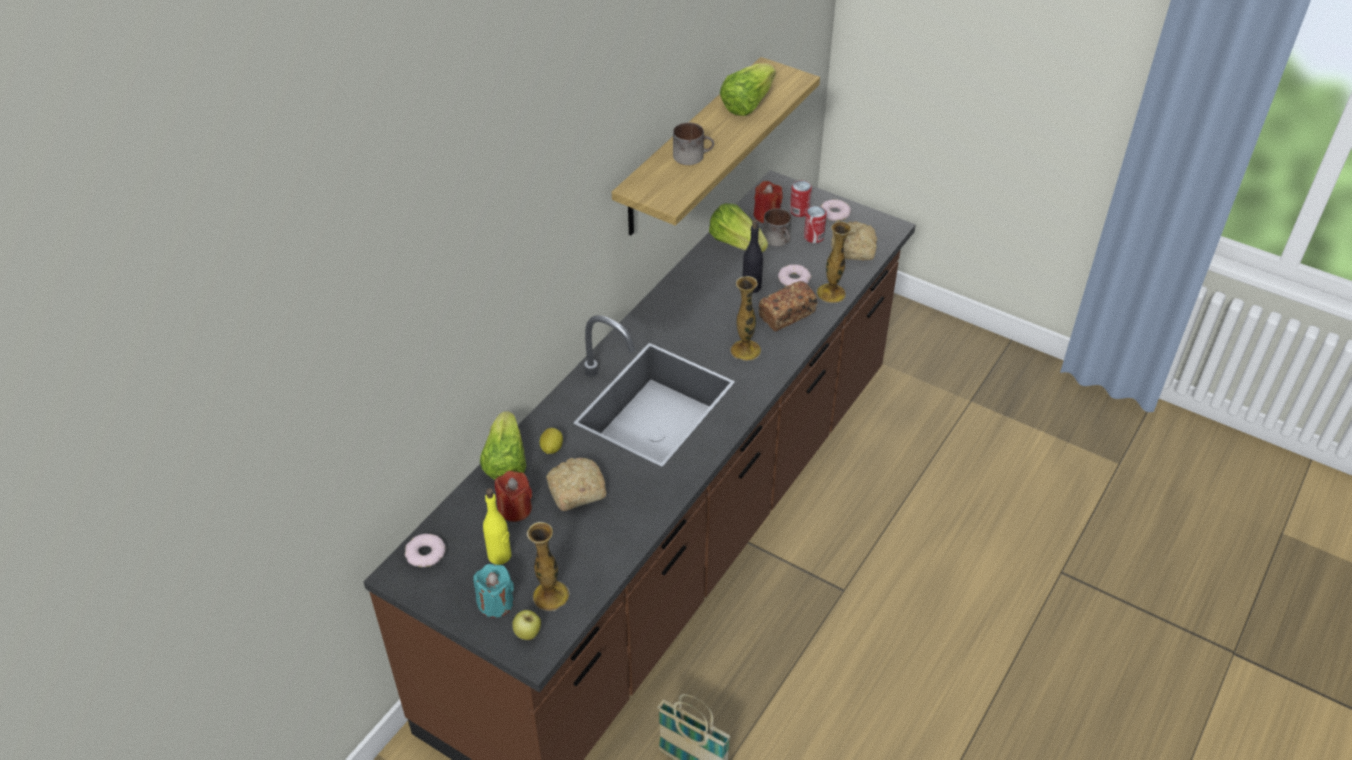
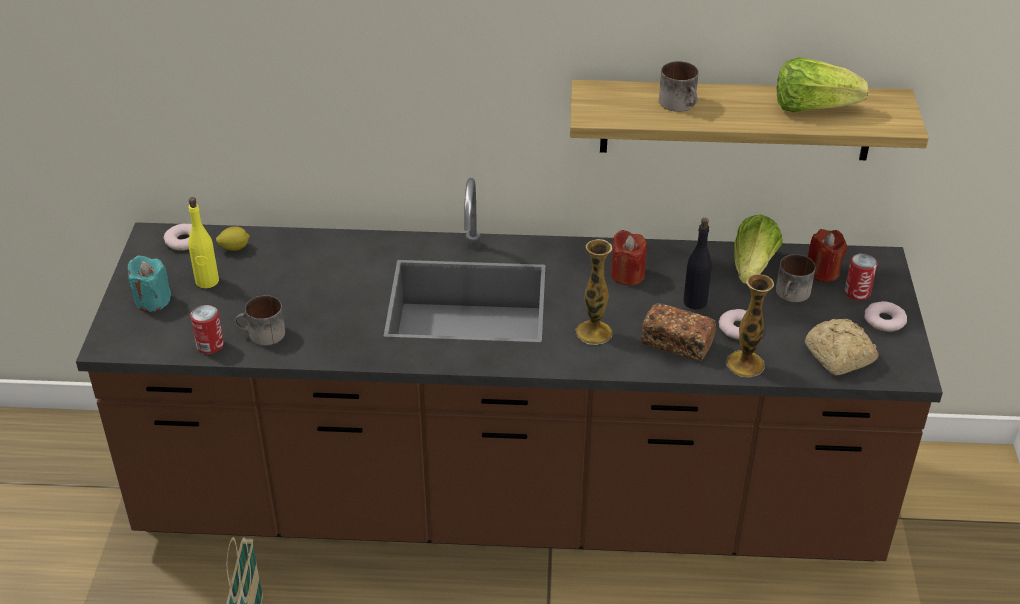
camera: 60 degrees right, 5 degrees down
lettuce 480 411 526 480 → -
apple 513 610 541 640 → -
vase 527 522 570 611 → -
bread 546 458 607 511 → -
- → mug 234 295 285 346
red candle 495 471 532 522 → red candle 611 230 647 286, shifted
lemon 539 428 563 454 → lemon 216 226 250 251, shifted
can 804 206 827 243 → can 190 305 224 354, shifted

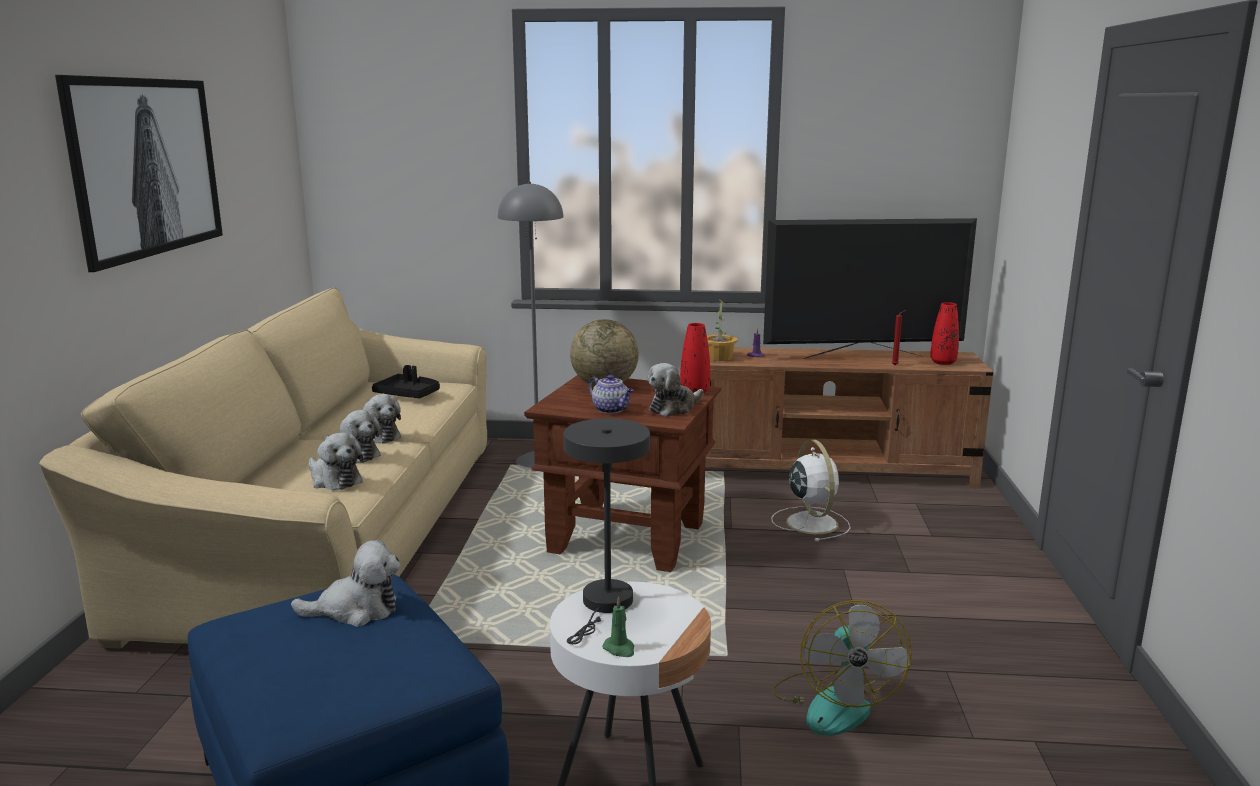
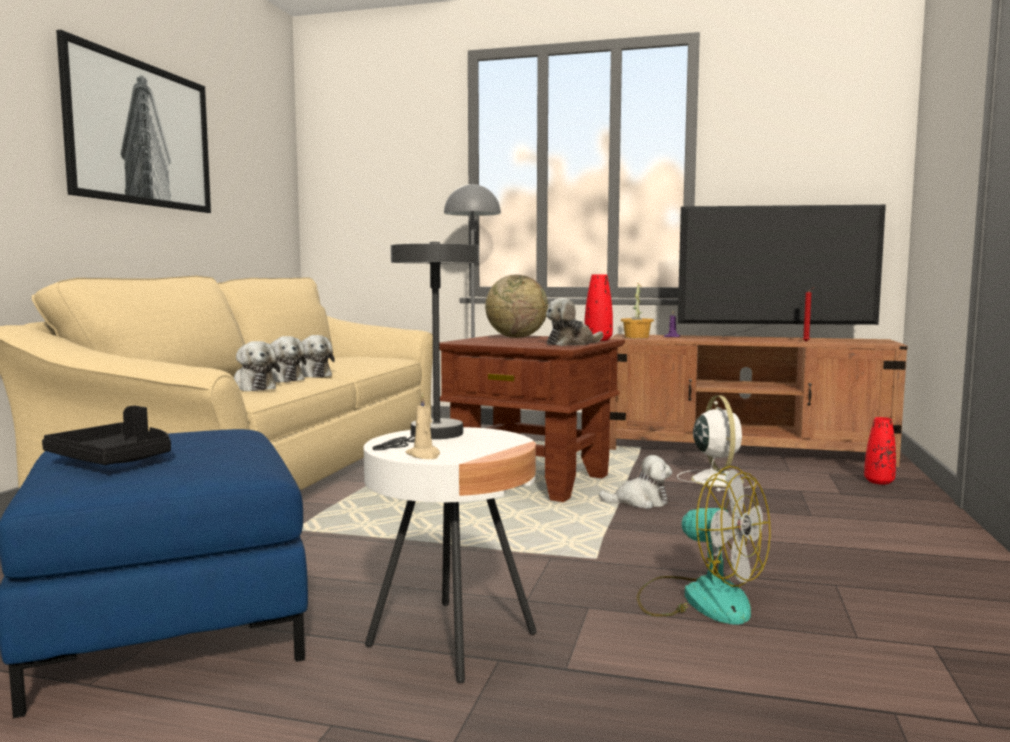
camera: 10 degrees right, 10 degrees down
teapot 588 375 633 414 → -
plush toy 291 540 401 627 → plush toy 599 455 672 509, shifted
black tray 372 365 440 398 → black tray 42 406 171 465, shifted
red vase 930 302 959 365 → red vase 864 417 896 485, shifted
green candle 602 597 634 657 → beige candle 406 393 440 459
fan 771 600 912 736 → fan 637 466 771 625, 60 degrees counterclockwise

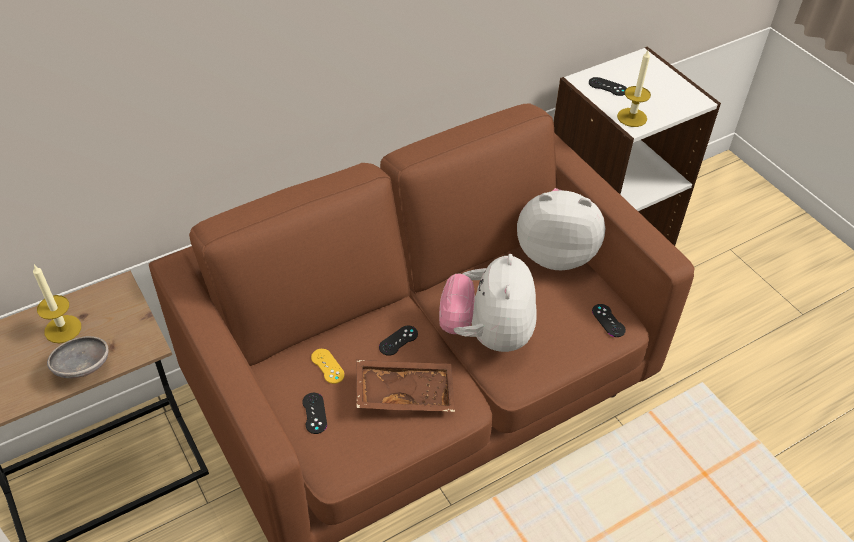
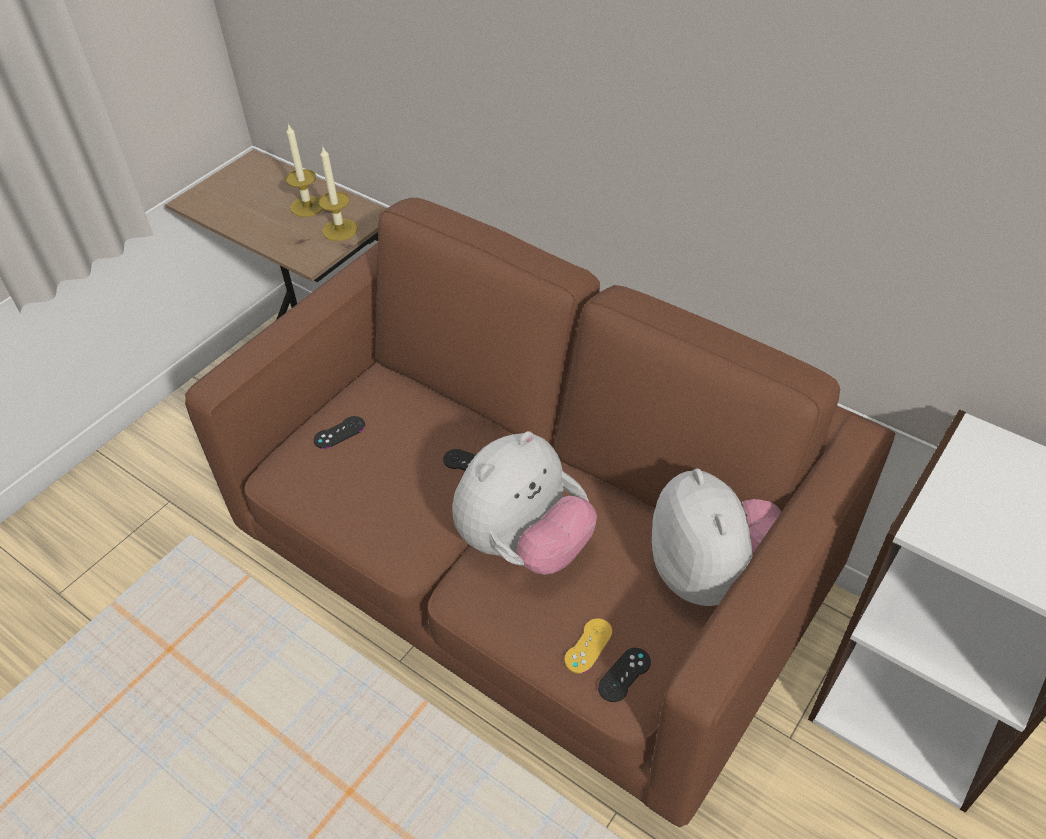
camera: 70 degrees right, 0 degrees up
grey bowl 47 336 109 378 → -
brown tray 357 360 455 412 → -
black game controller 589 77 627 96 → -
yellow game controller 311 349 345 384 → yellow game controller 565 618 613 673, shifted
candle 617 50 651 127 → candle 319 147 358 241, shifted
plush toy 439 254 537 352 → plush toy 452 431 597 575, 150 degrees clockwise

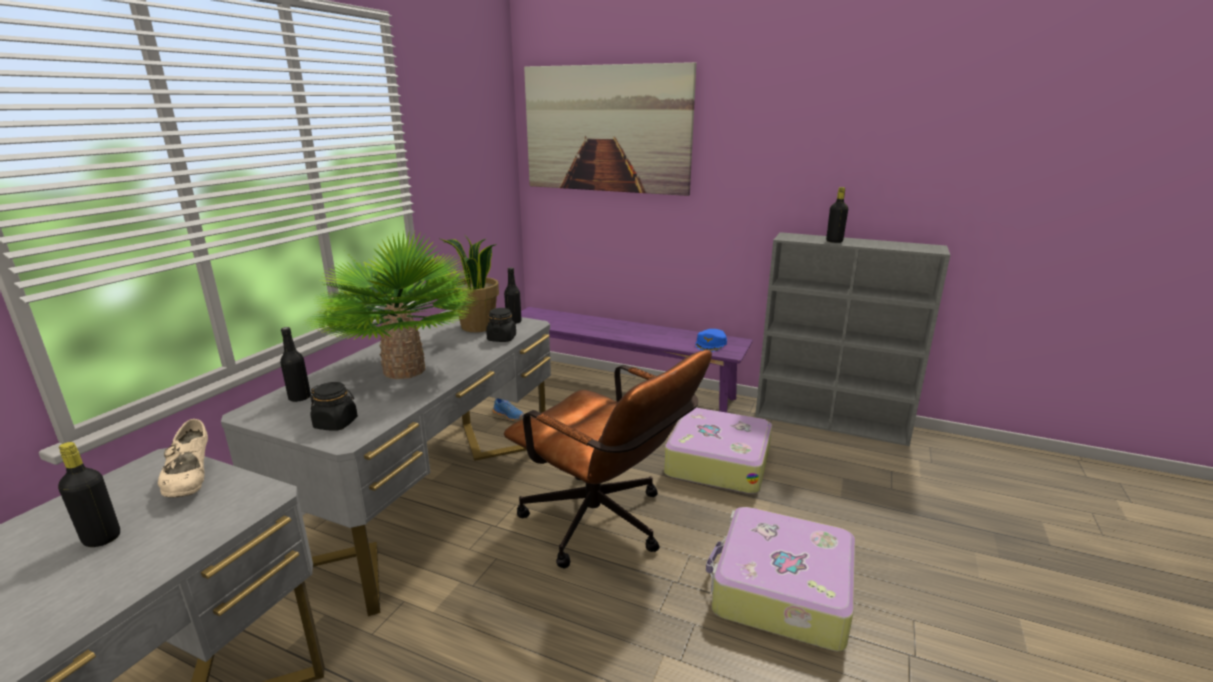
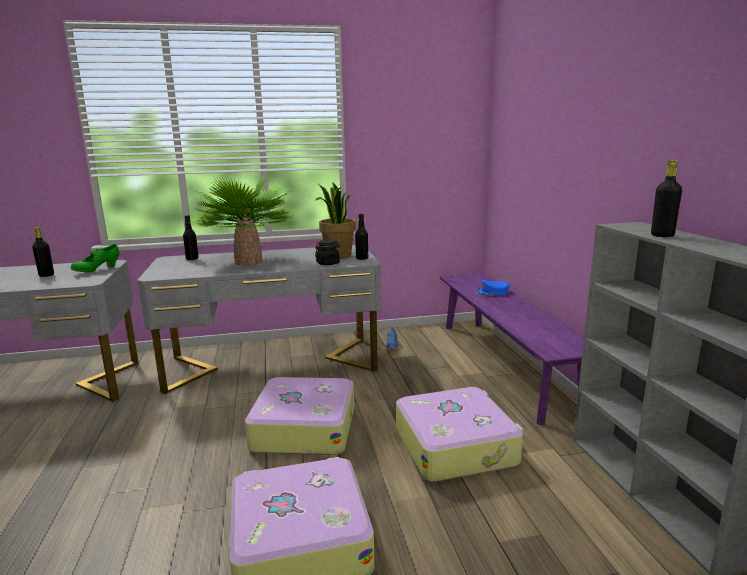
camera: 55 degrees right, 5 degrees down
black jar 310 382 358 431 → -
picture 524 62 696 196 → -
blue cap 696 329 727 352 → blue cap 474 280 510 296, shifted
brown office chair 504 350 712 569 → suitcase 245 377 354 455
beige shoe 158 419 208 498 → green shoe 70 244 119 272

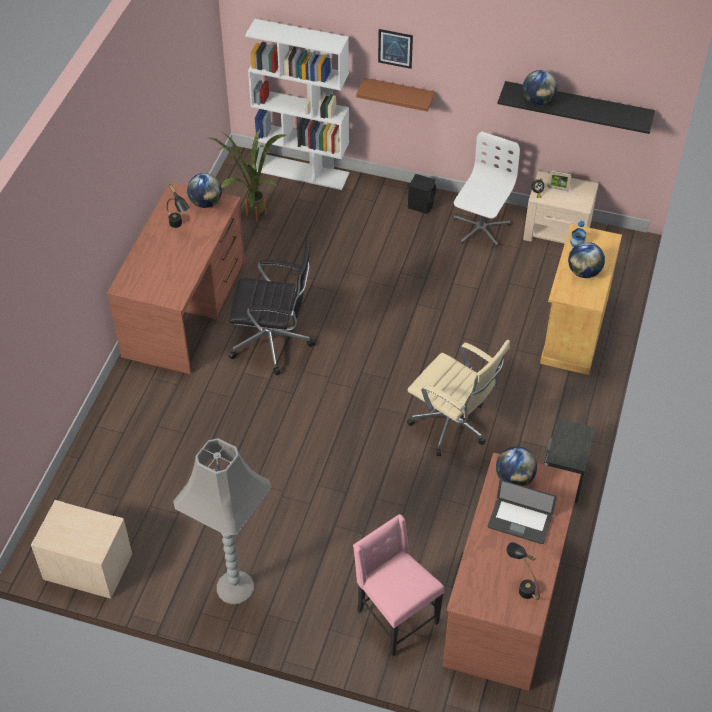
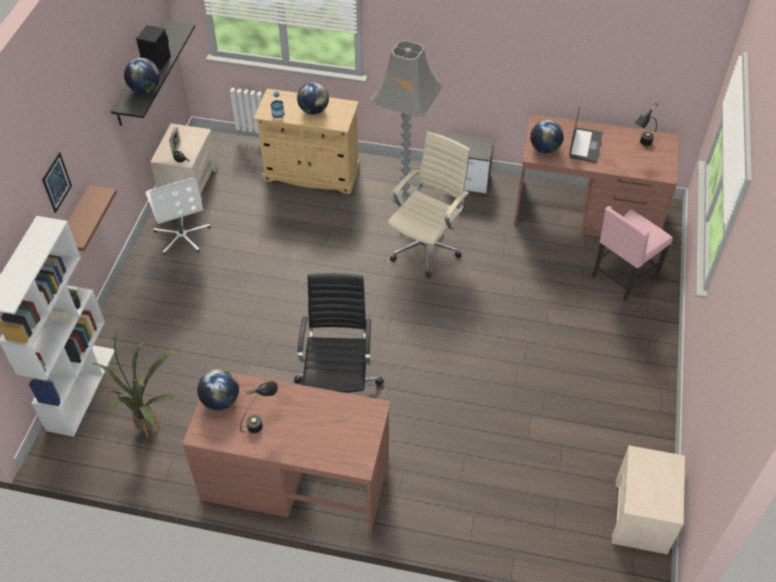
camera: 95 degrees left, 0 degrees up
grey floor lamp 173 438 271 604 → grey floor lamp 370 40 443 205, shifted
black speaker 408 174 436 214 → black speaker 136 25 171 70, shifted
white office chair 453 132 520 247 → white office chair 146 178 211 255, 135 degrees counterclockwise

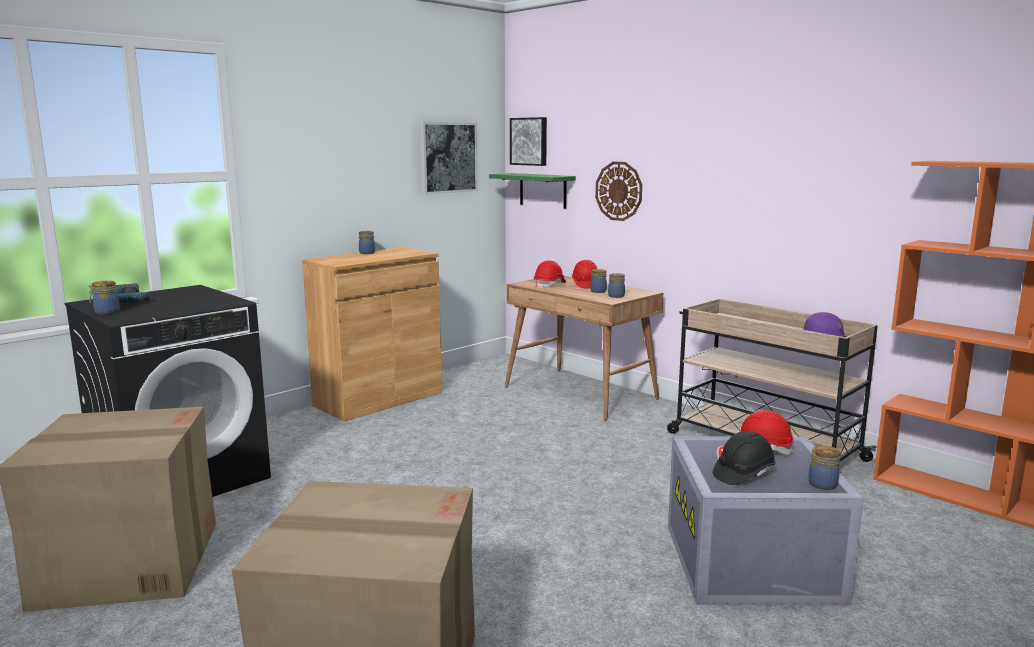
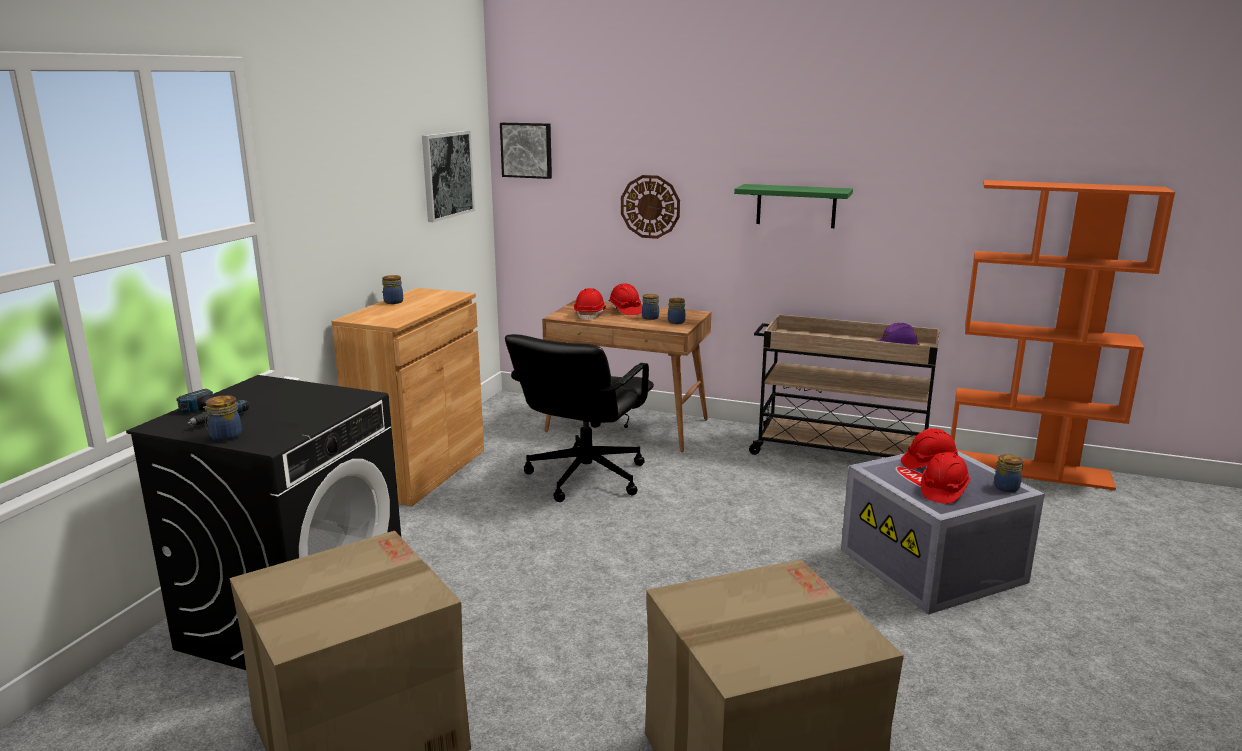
camera: 25 degrees left, 5 degrees up
- → black office chair 505 334 654 502
green shelf 489 173 576 209 → green shelf 734 184 853 228, shifted
black hard hat 713 431 776 485 → red hard hat 921 452 970 504

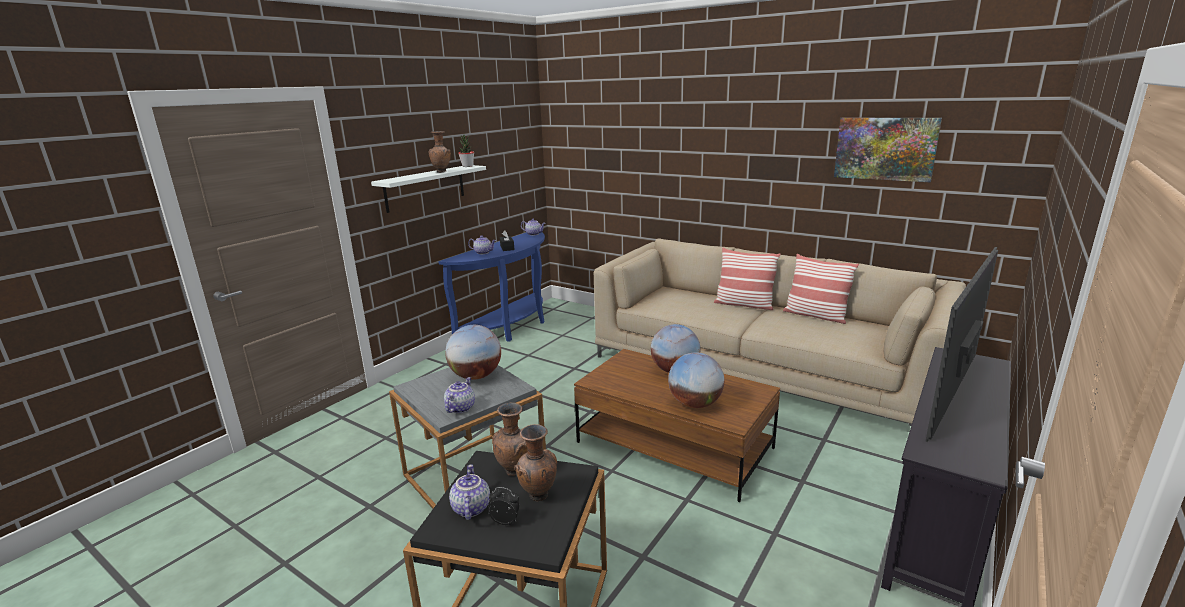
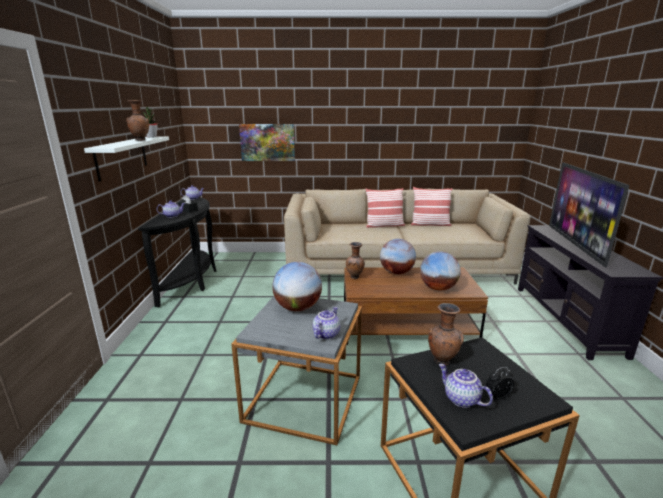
camera: 35 degrees left, 0 degrees up
brown vase 514 424 557 501 → brown vase 346 242 365 279, shifted
picture 834 118 942 182 → picture 239 124 295 161, shifted
blue console table 438 232 545 342 → black console table 138 197 217 307
teapot 444 377 475 413 → teapot 313 307 340 339, 45 degrees clockwise

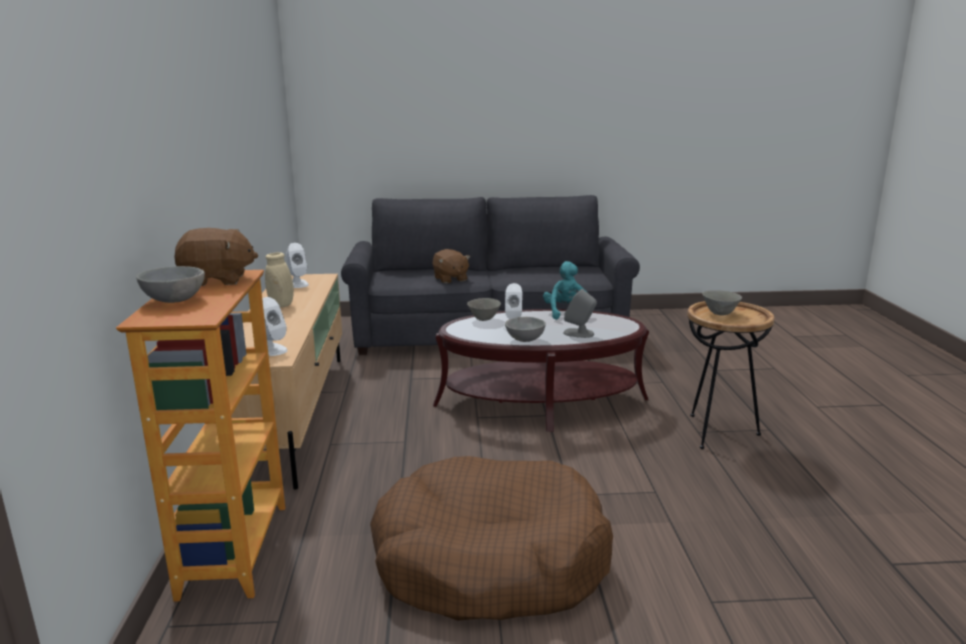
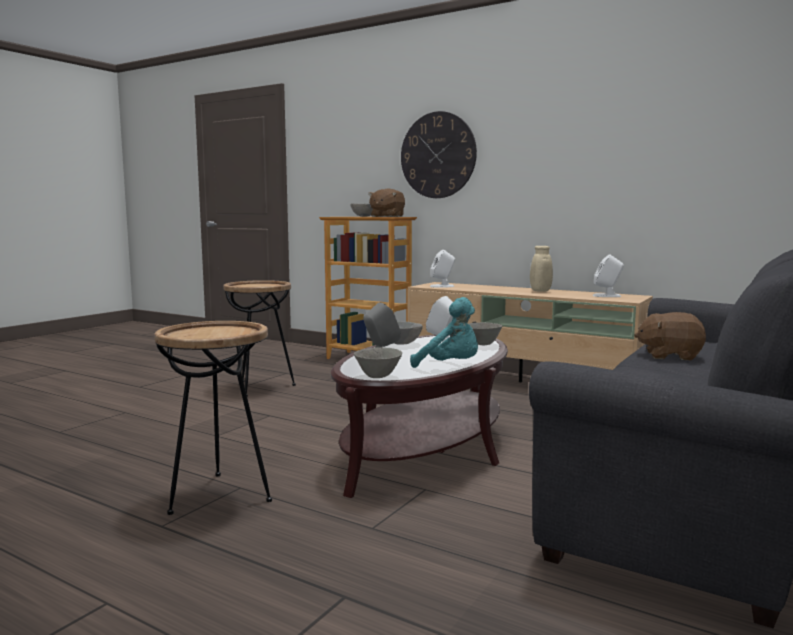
camera: 125 degrees right, 10 degrees down
- → wall clock 401 111 477 198
grey bowl 702 290 742 315 → grey bowl 354 347 402 378, shifted
brown dog bed 370 456 613 621 → brown side table 223 280 296 397

